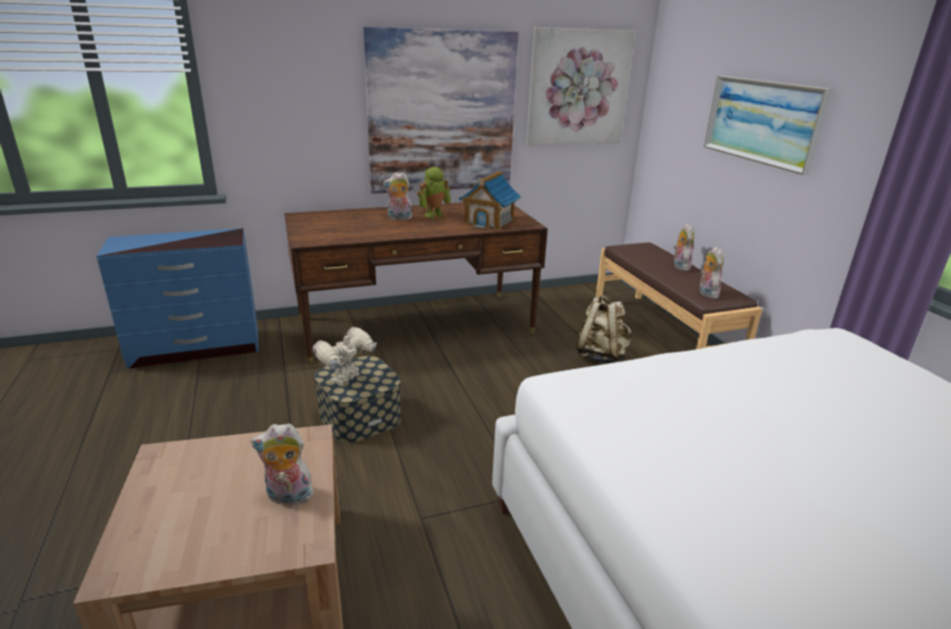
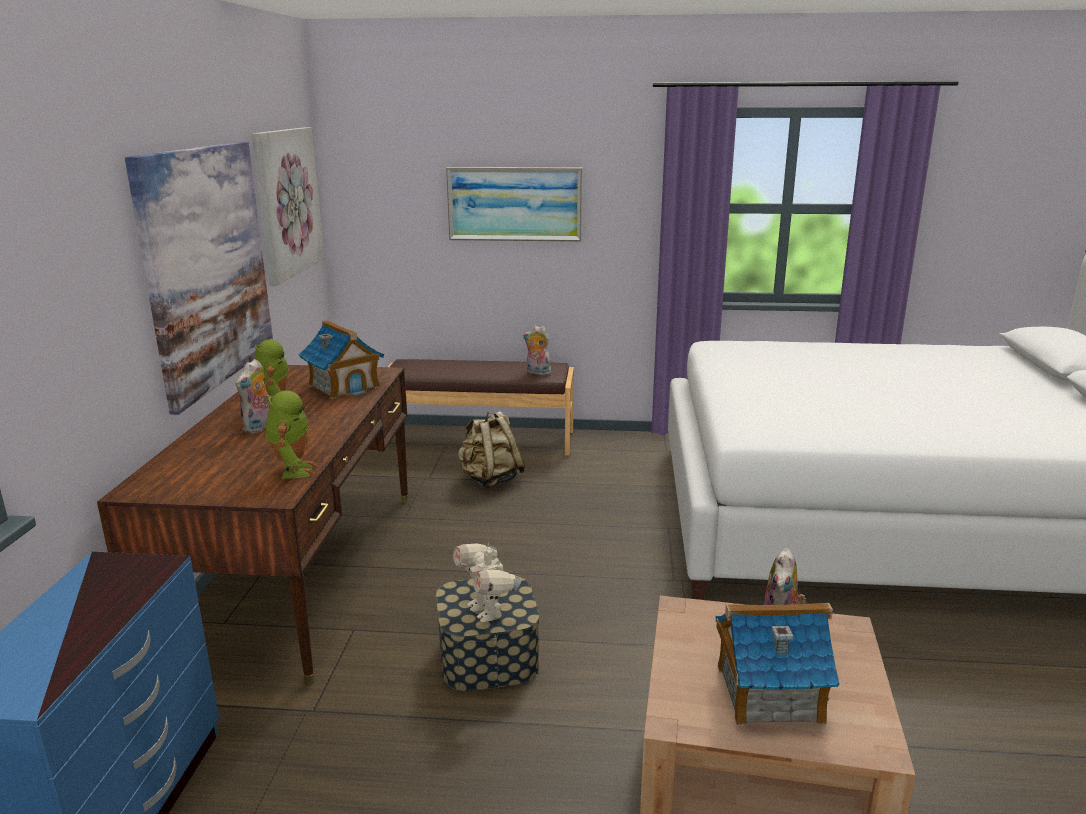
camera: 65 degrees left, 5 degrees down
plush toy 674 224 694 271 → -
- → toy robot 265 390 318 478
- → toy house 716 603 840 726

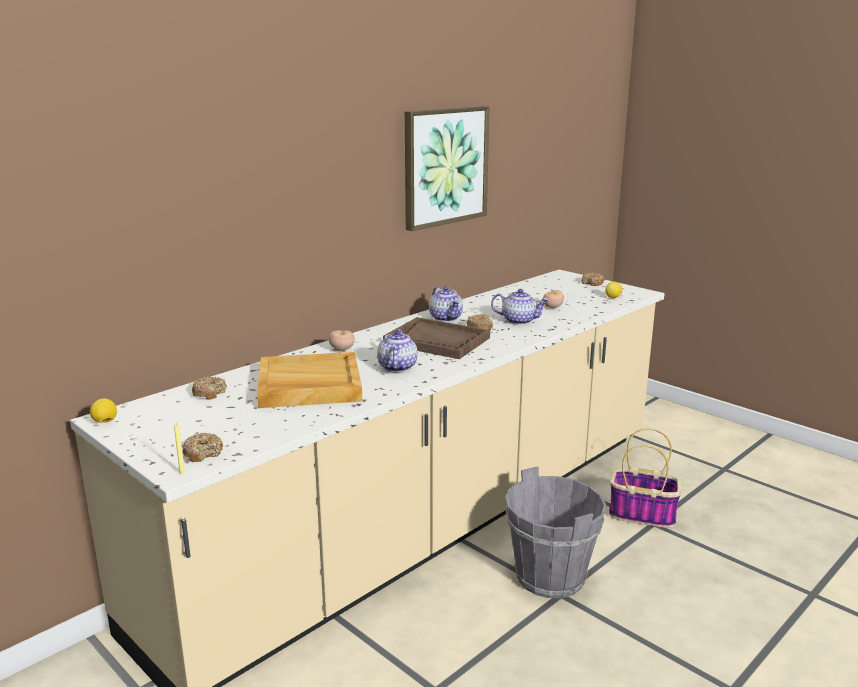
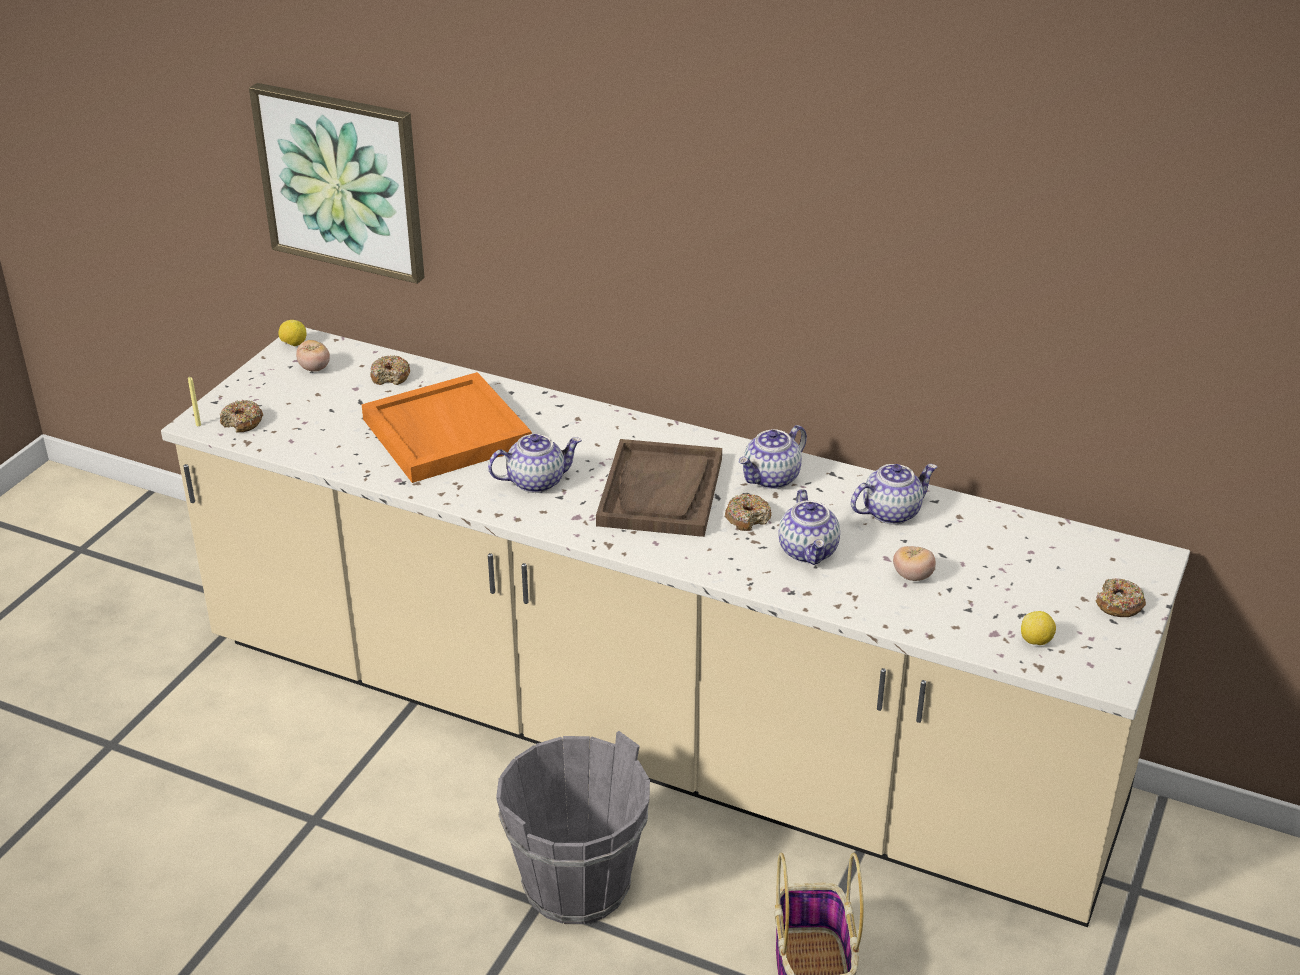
camera: 70 degrees right, 15 degrees up
- → teapot 851 464 937 525
tomato 329 330 355 350 → tomato 296 340 330 372, shifted
picture 405 106 490 231 → picture 249 83 425 284, shifted
beige tray 257 352 362 408 → orange tray 361 372 532 483

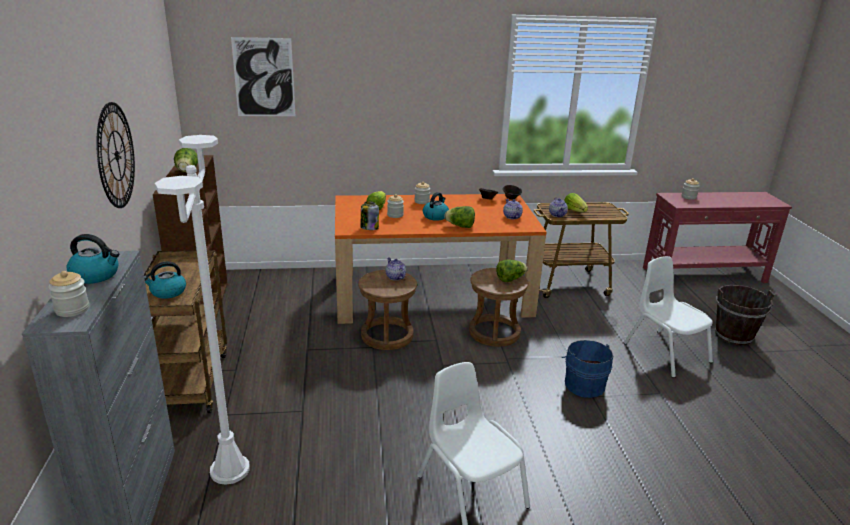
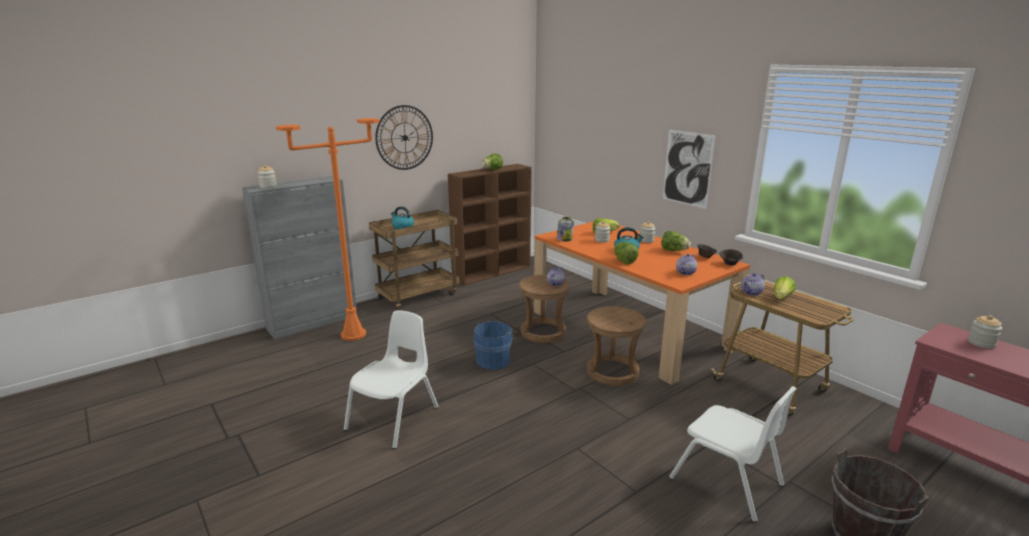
camera: 60 degrees right, 5 degrees down
kettle 66 234 119 284 → -
picture 231 37 295 116 → picture 663 130 715 209, shifted
lettuce 496 260 528 282 → lettuce 661 231 691 251, shifted
blue bucket 562 340 613 398 → blue bucket 474 321 516 370, shifted
white floor lamp 155 135 250 485 → orange floor lamp 276 118 380 341
white chair 623 256 713 378 → white chair 669 386 797 522, 105 degrees clockwise

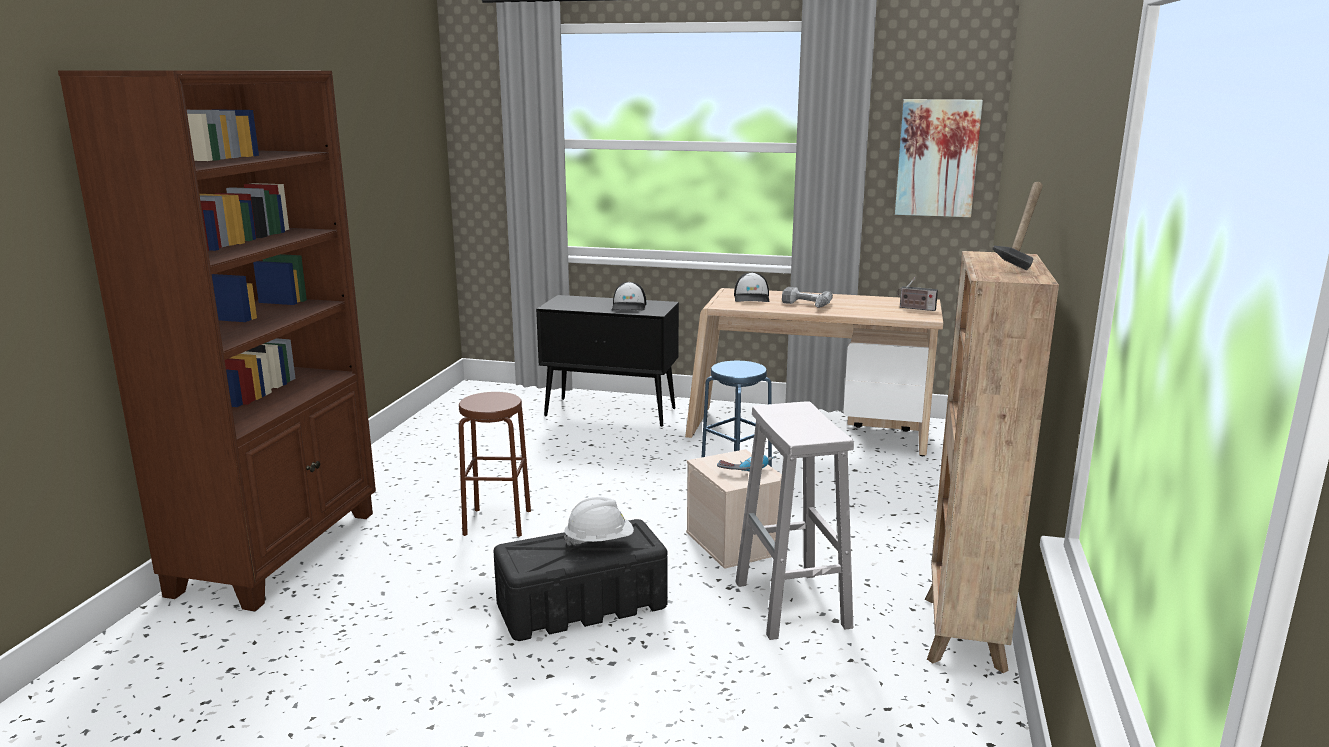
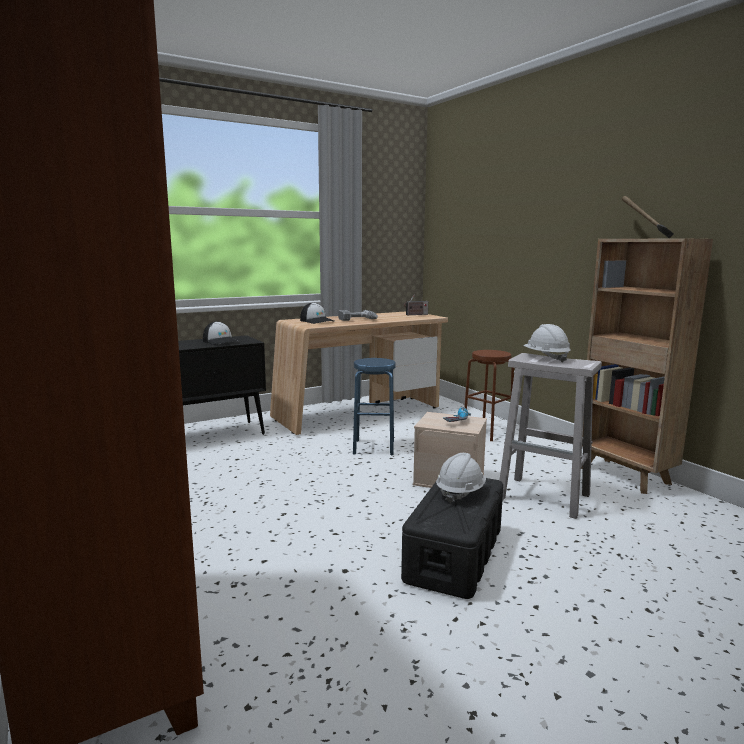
camera: 45 degrees left, 5 degrees down
picture 895 99 983 217 → -
- → white hard hat 523 324 571 363
brown stool 459 392 531 537 → brown stool 464 350 514 441, shifted

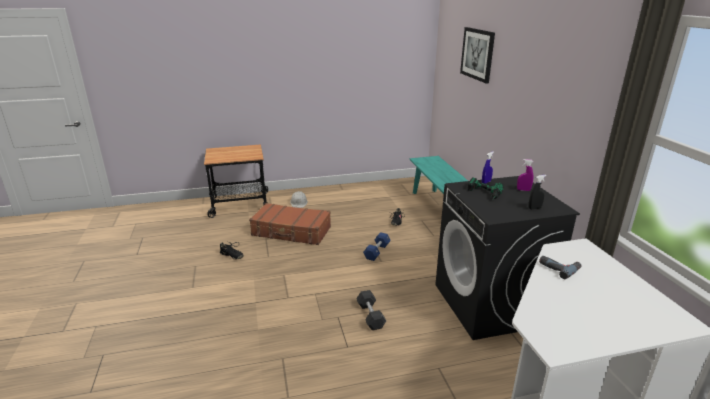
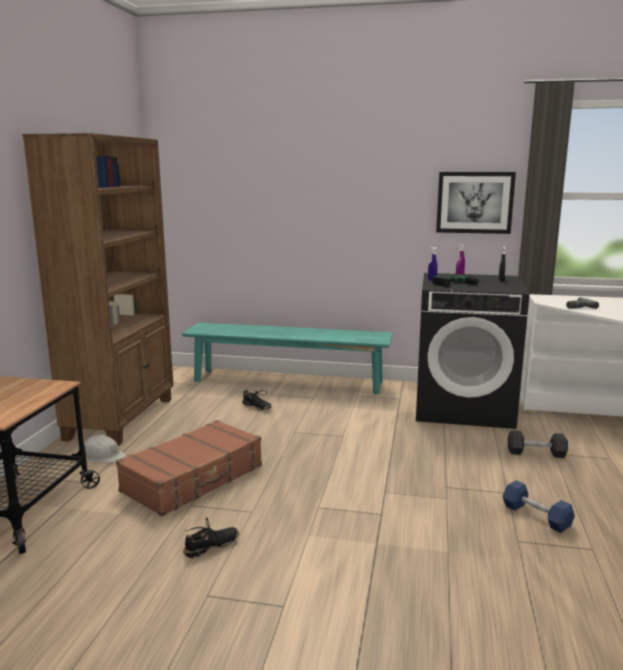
camera: 65 degrees left, 10 degrees down
- → brown bookcase 22 133 173 446
black dumbbell 357 290 386 330 → black dumbbell 508 430 568 458, shifted
blue dumbbell 363 232 391 261 → blue dumbbell 503 480 575 533, shifted
picture 460 27 495 83 → picture 436 172 516 234, shifted

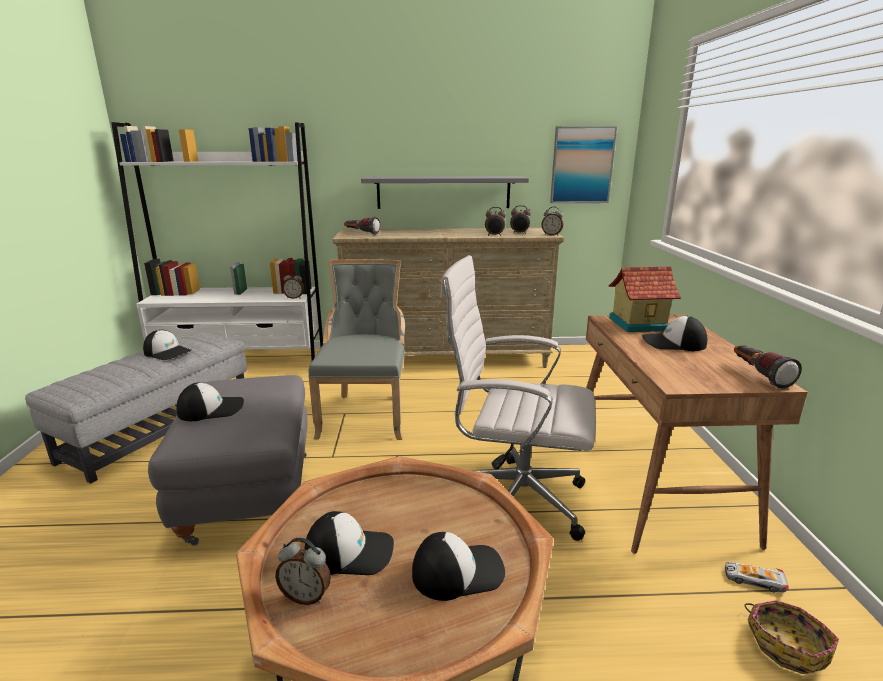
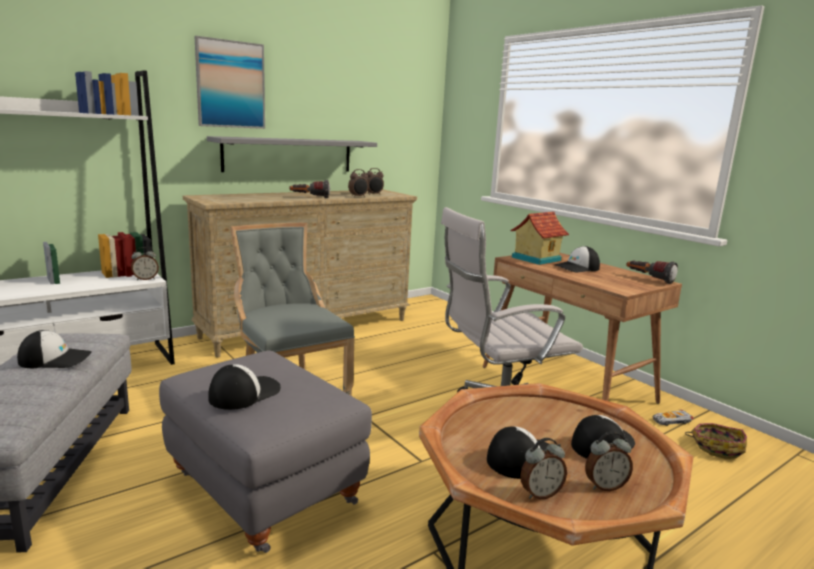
camera: 35 degrees left, 5 degrees down
flashlight 344 217 380 235 → flashlight 289 180 330 198, shifted
alarm clock 542 207 563 235 → alarm clock 585 432 633 491, shifted
picture 550 126 617 203 → picture 194 36 265 129, shifted

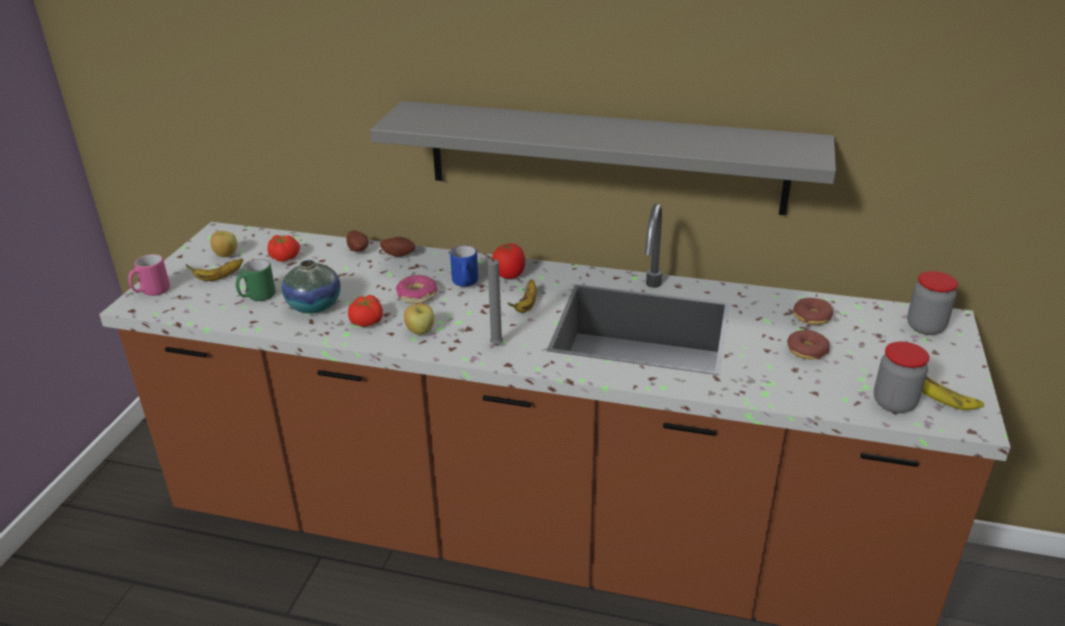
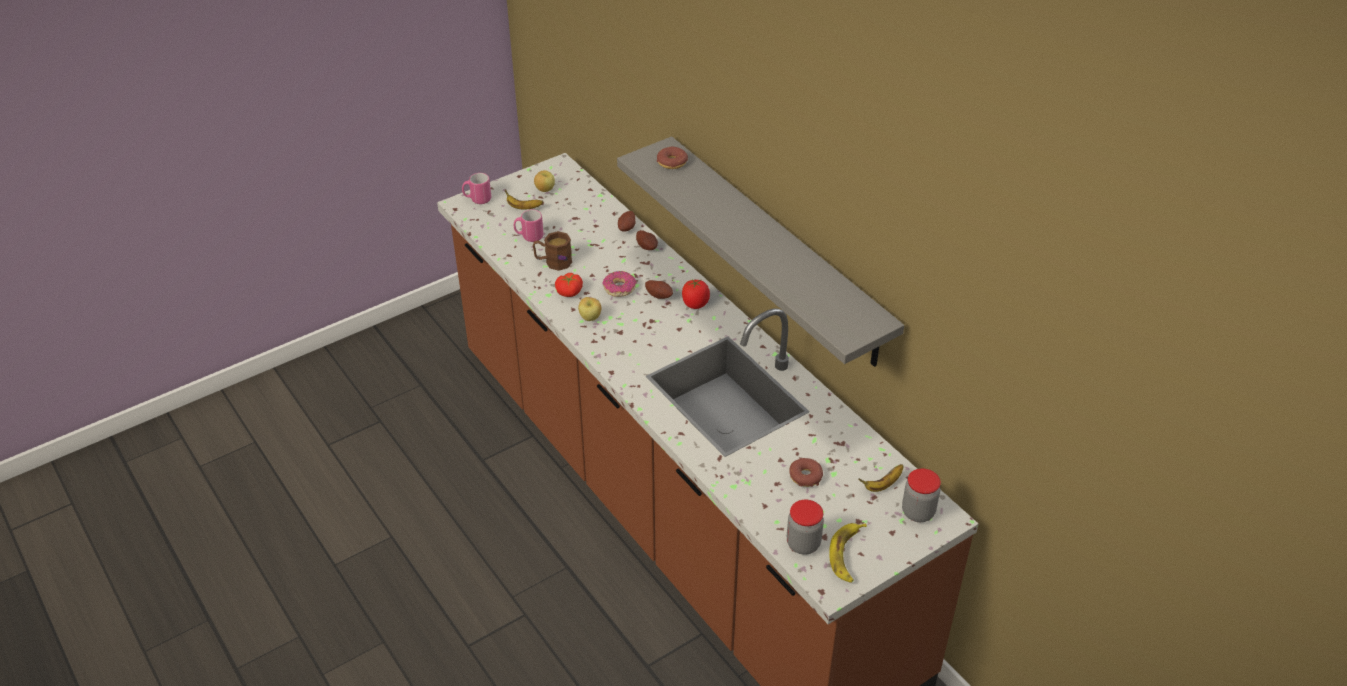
camera: 40 degrees right, 10 degrees up
tomato 267 235 300 262 → -
grey candle 481 252 503 345 → -
banana 508 279 537 313 → banana 859 464 904 492, shifted
donut 793 298 833 325 → donut 657 147 688 169, shifted
vase 282 260 341 313 → brown mug 533 231 572 271
blue mug 450 245 478 287 → potato 645 280 673 299
green mug 236 259 276 301 → pink mug 514 209 544 242

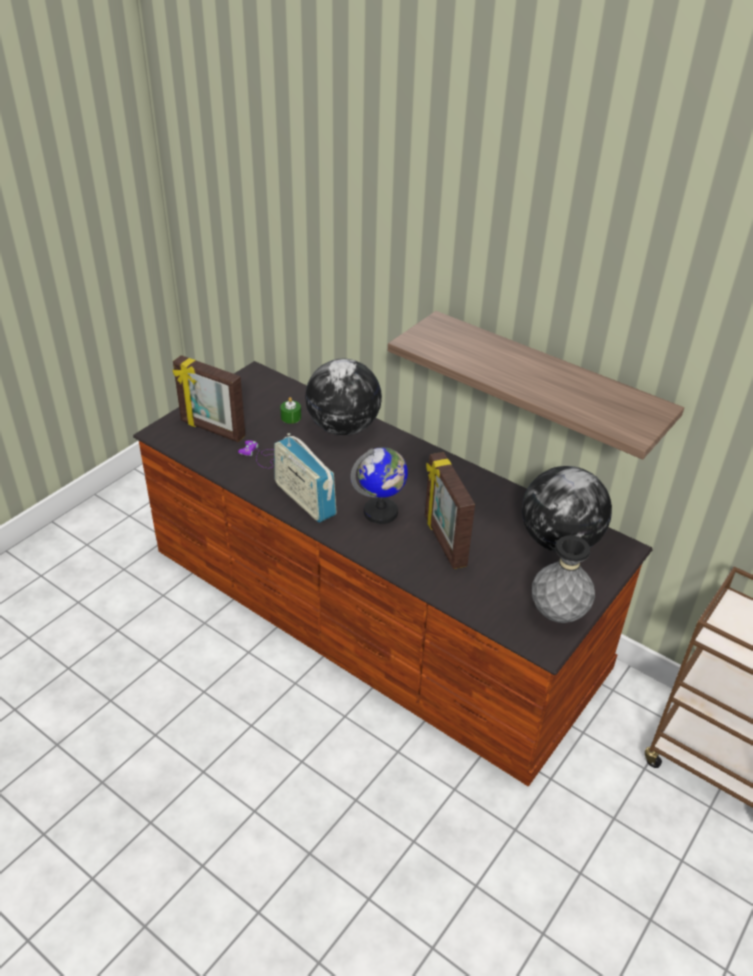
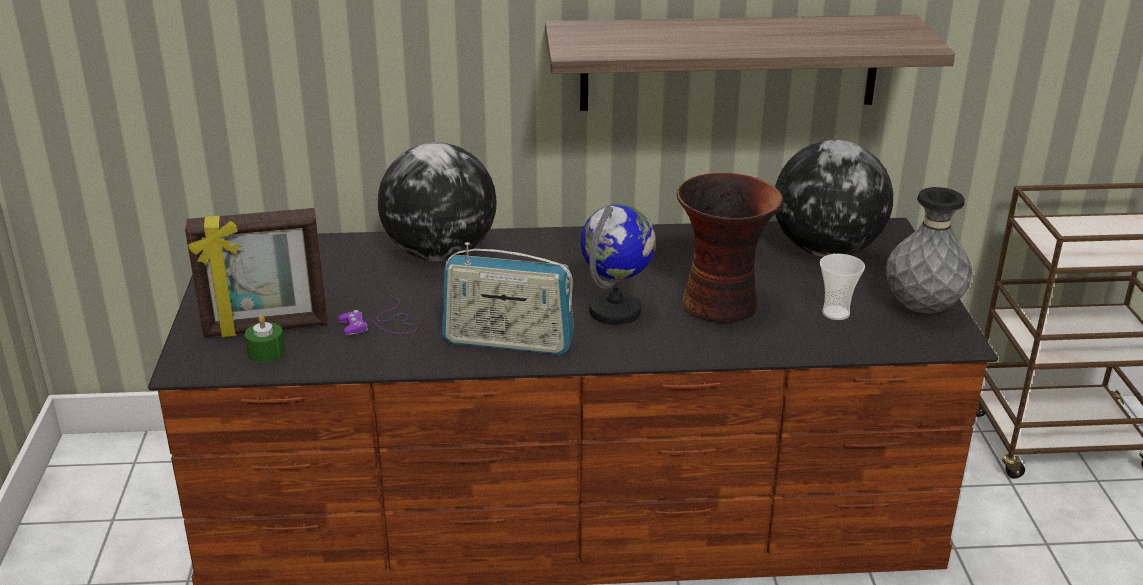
camera: 40 degrees left, 10 degrees down
- → cup 820 254 865 320
green candle 280 397 301 424 → green candle 245 315 285 363, shifted
picture frame 425 452 475 569 → vase 677 172 783 323

